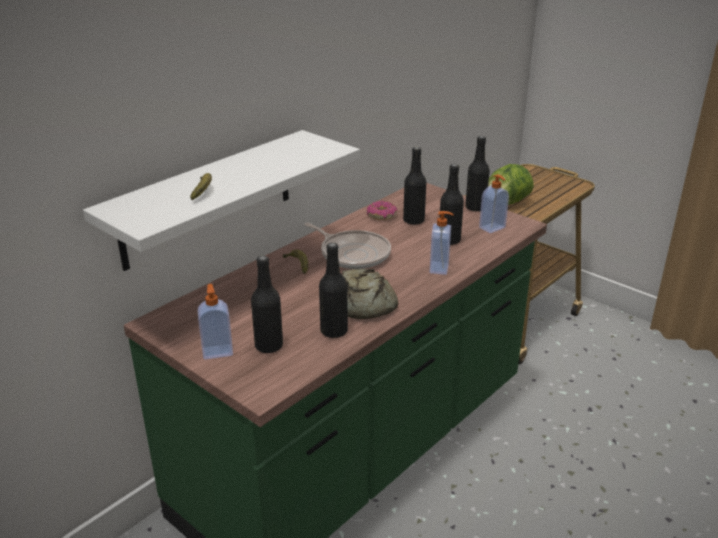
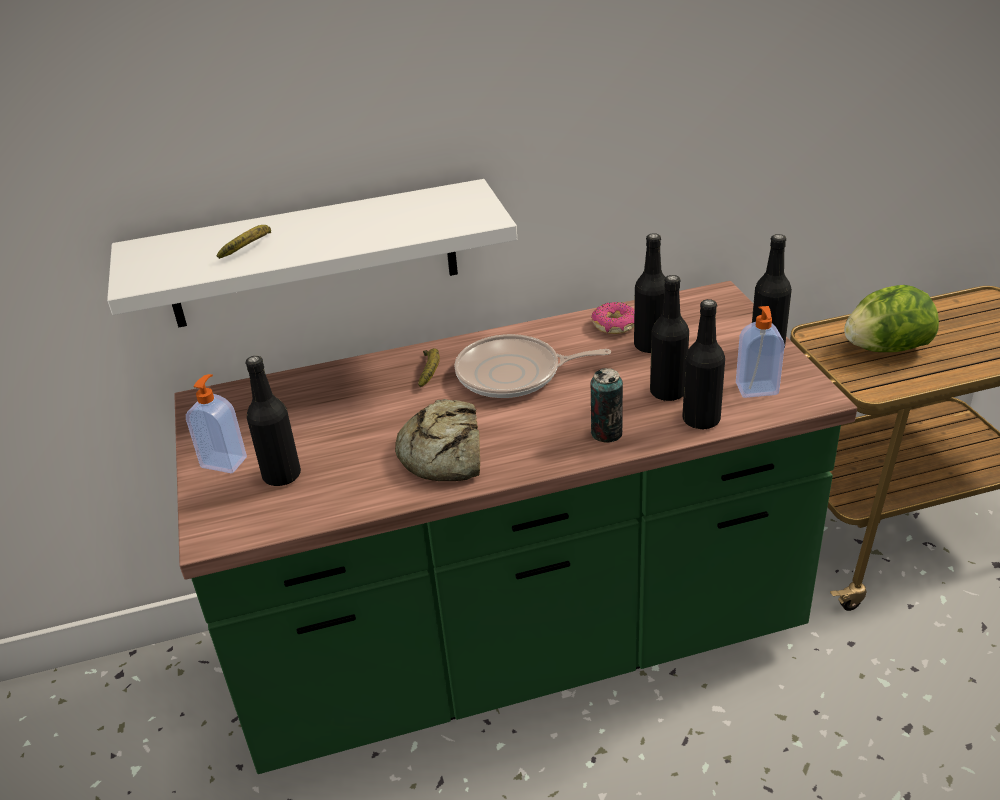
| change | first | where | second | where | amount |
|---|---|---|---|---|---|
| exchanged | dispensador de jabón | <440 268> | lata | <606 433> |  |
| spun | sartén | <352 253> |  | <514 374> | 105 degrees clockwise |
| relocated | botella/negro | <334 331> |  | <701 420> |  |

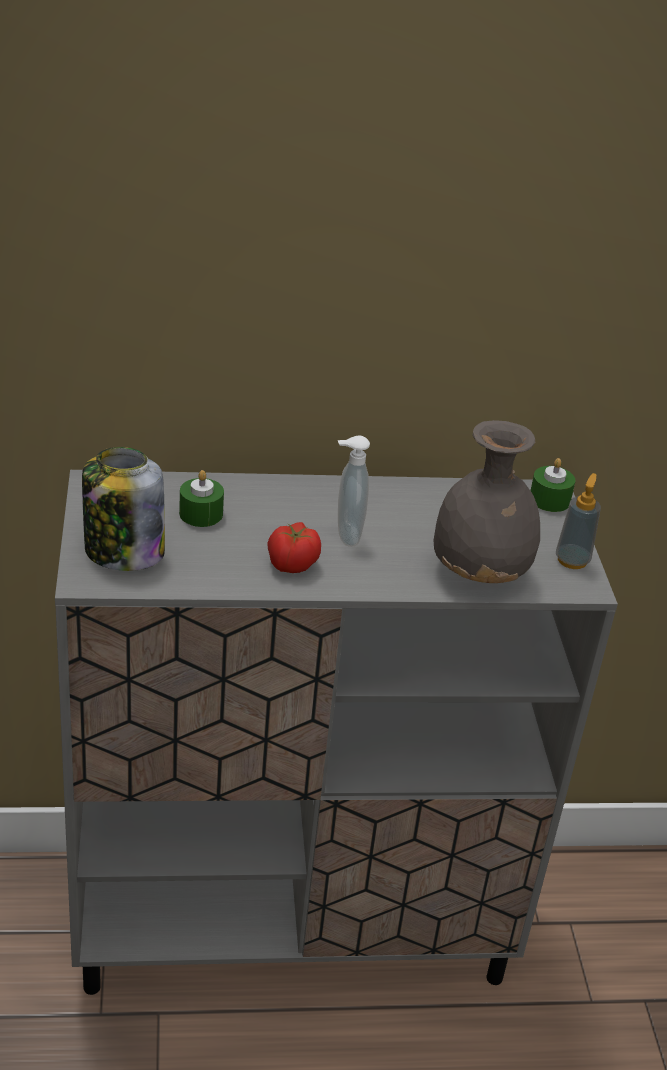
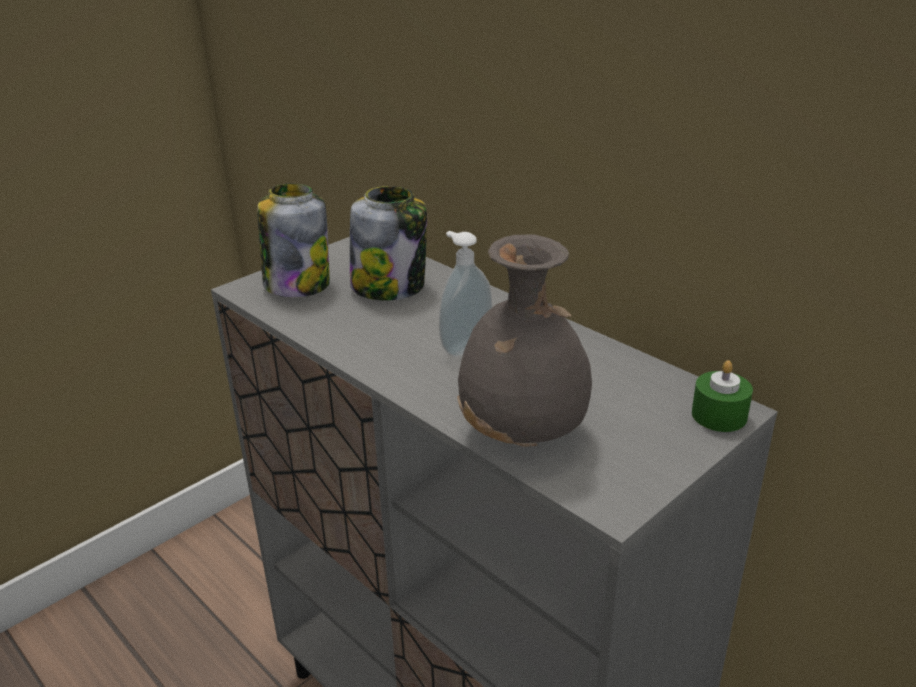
| change | first | where | second | where | amount |
|---|---|---|---|---|---|
| exchanged | vela/verde | <201 514> | tarro | <390 286> |  |
| missing | dispensador de jabón | <572 560> |  |  |  |
| missing | tomate | <292 565> |  |  |  |

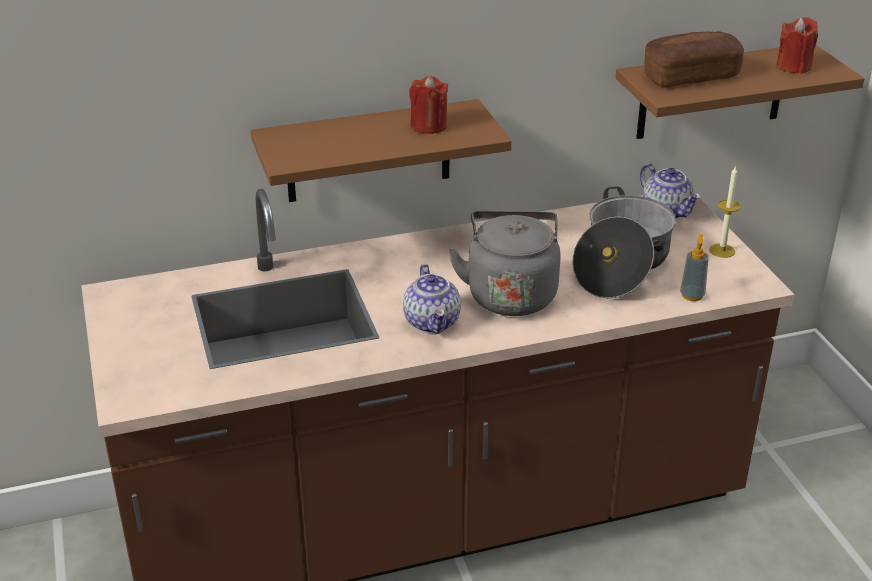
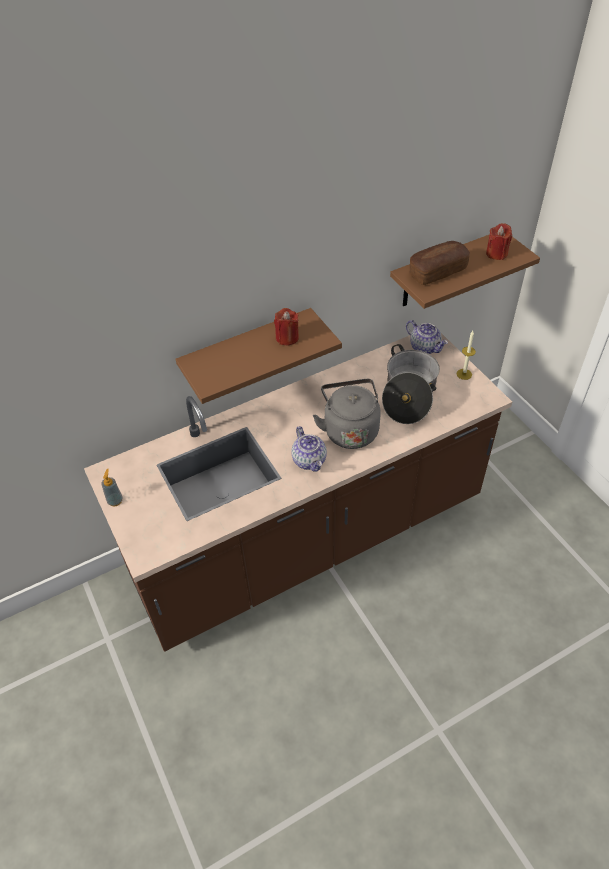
| change | first | where | second | where | amount |
|---|---|---|---|---|---|
| relocated | dispensador de jabón | <692 295> |  | <115 501> |  |

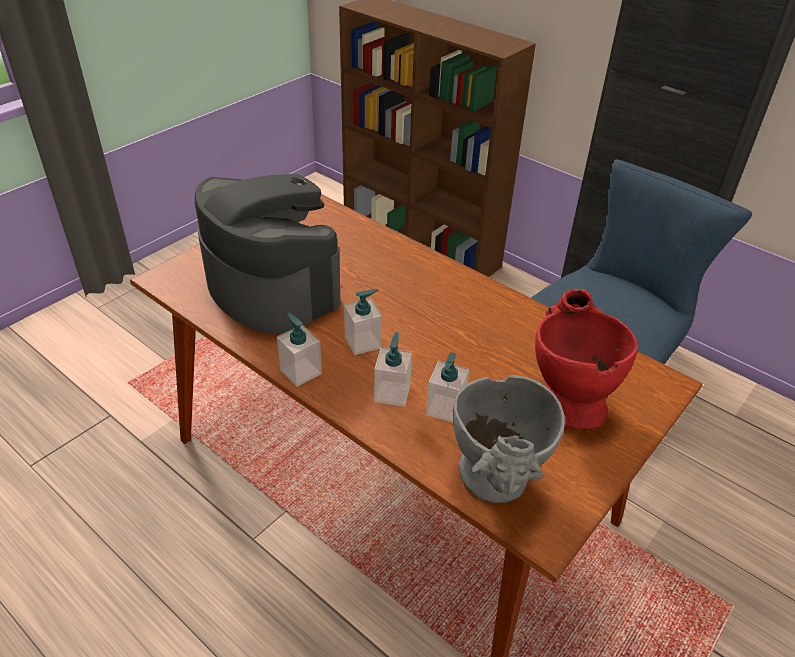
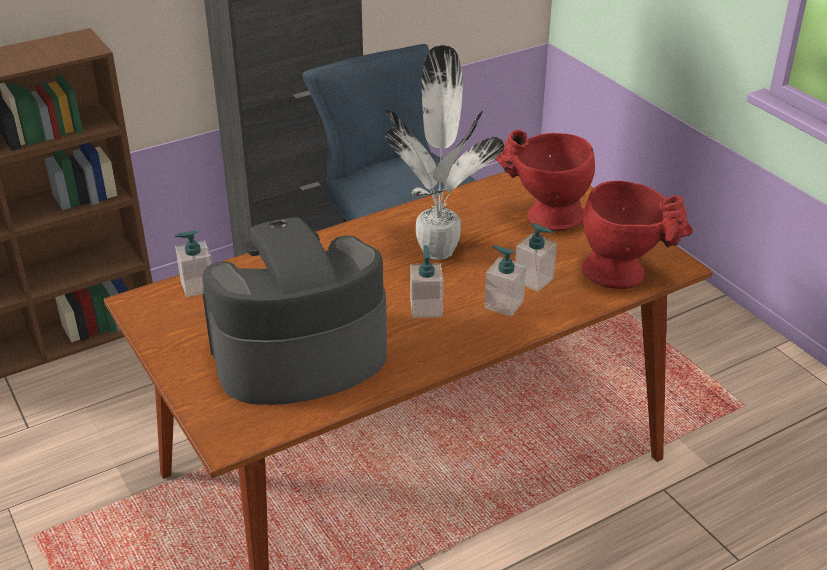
| change | first | where | second | where | amount |
|---|---|---|---|---|---|
| relocated | dispensador de jabón | <300 371> |  | <197 286> |  |
| colour | florero/gris | <497 485> | florero/rojo | <625 274> |  |
| appeared |  |  | planta en maceta | <438 249> |  |

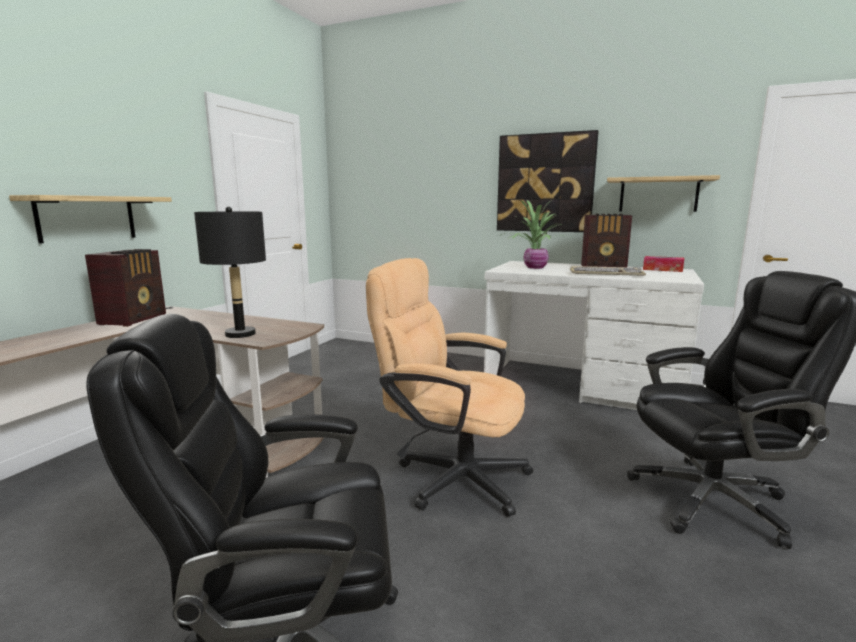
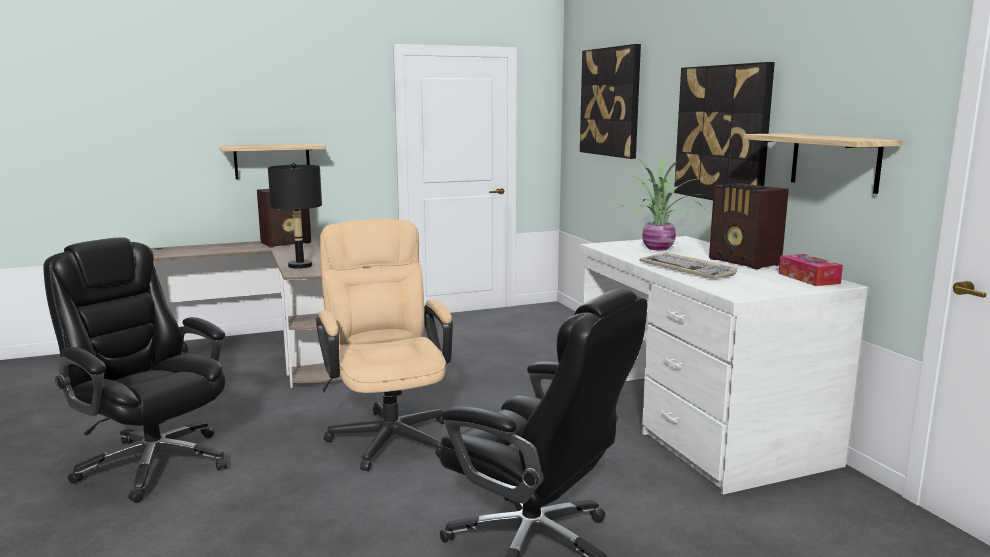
| change | first | where | second | where | amount |
|---|---|---|---|---|---|
| appeared |  |  | cuadro | <610 102> |  |

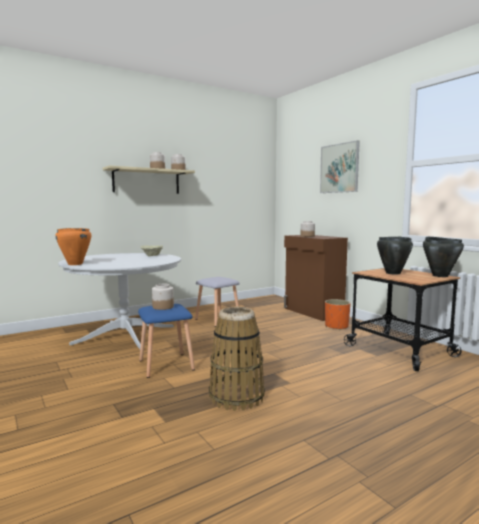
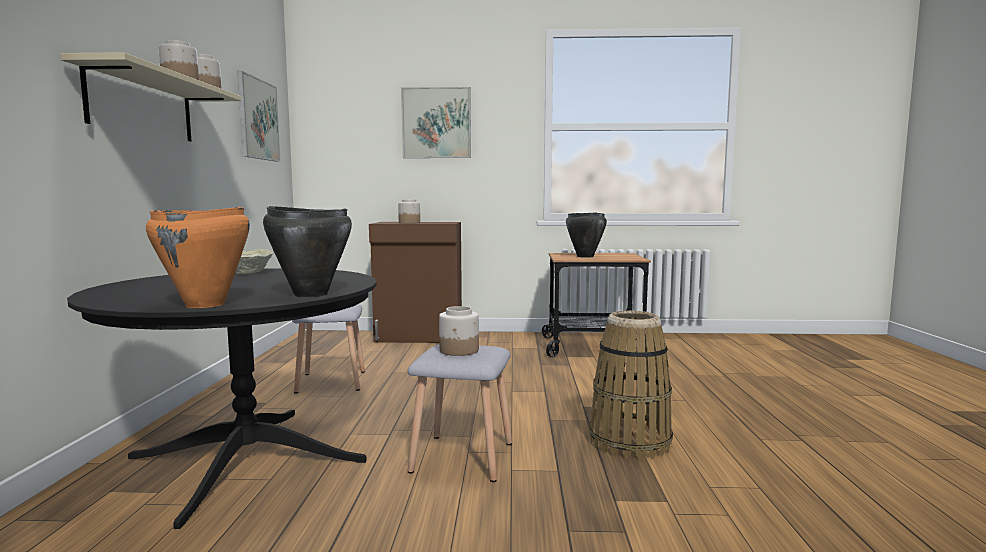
| change | first | where | second | where | amount |
|---|---|---|---|---|---|
| relocated | olla/negro | <440 275> |  | <310 294> |  |
| colour | mesa de comedor/blanco | <125 335> | mesa de comedor/negro | <248 459> |  |
| missing | maceta/naranja | <337 326> |  |  |  |
| colour | taburete/azul | <165 365> | taburete/gris | <463 458> |  |
| appeared |  |  | cuadro | <258 119> |  |

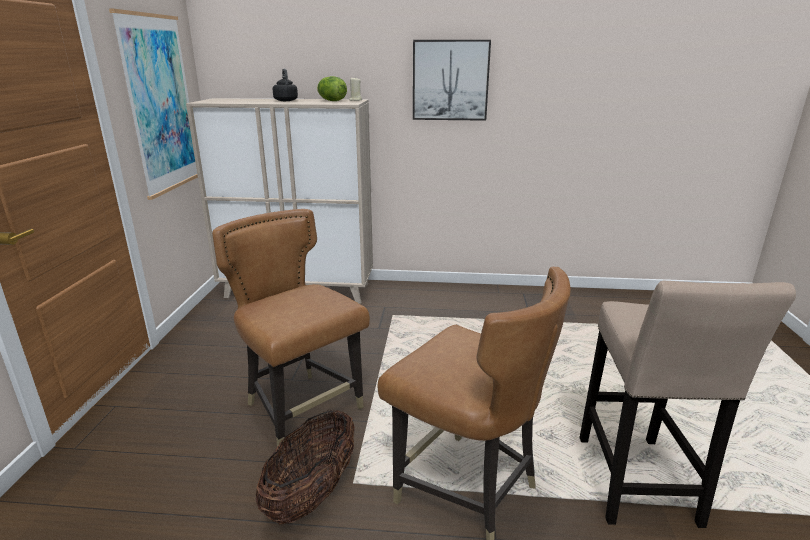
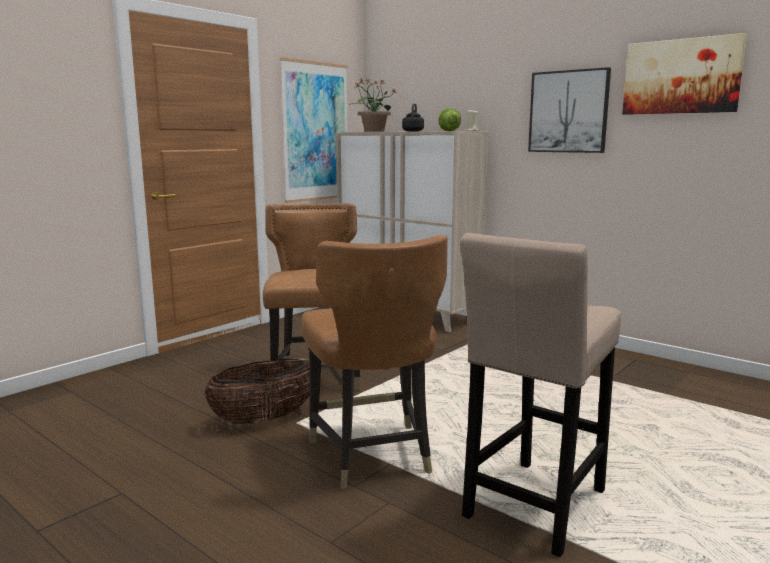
| change | first | where | second | where | amount |
|---|---|---|---|---|---|
| appeared |  |  | cuadro | <681 76> |  |
| appeared |  |  | planta en maceta | <373 131> |  |

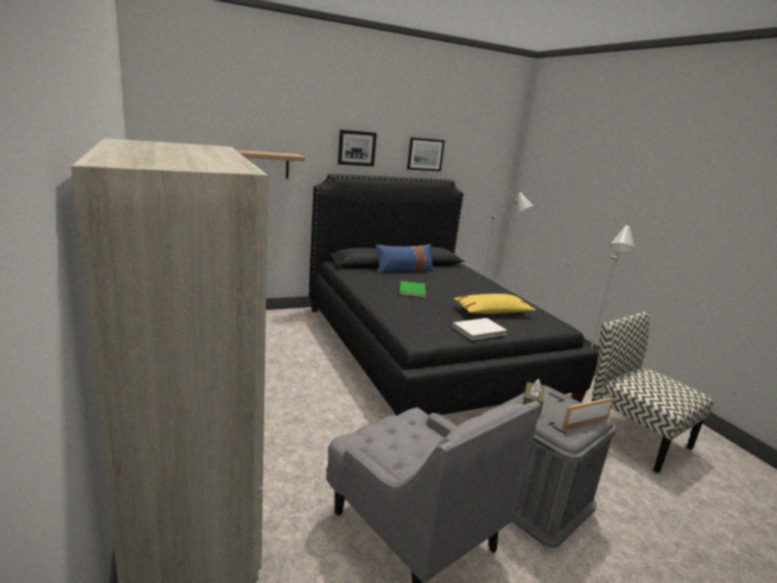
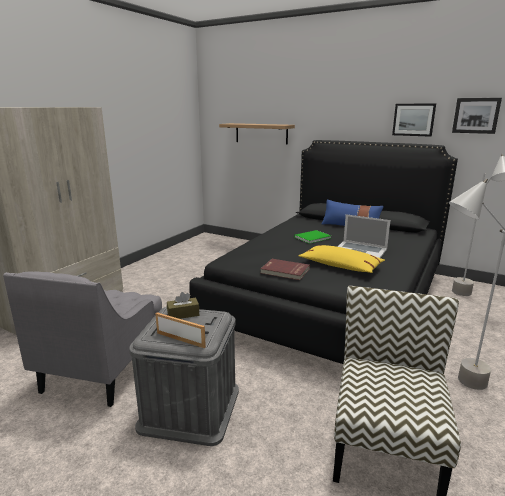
| change | first | where | second | where | amount |
|---|---|---|---|---|---|
| relocated | cuadro | <356 148> |  | <476 115> |  |
| colour | libro/blanco | <479 331> | libro/rojo | <285 271> |  |
| appeared |  |  | portátil | <360 250> |  |

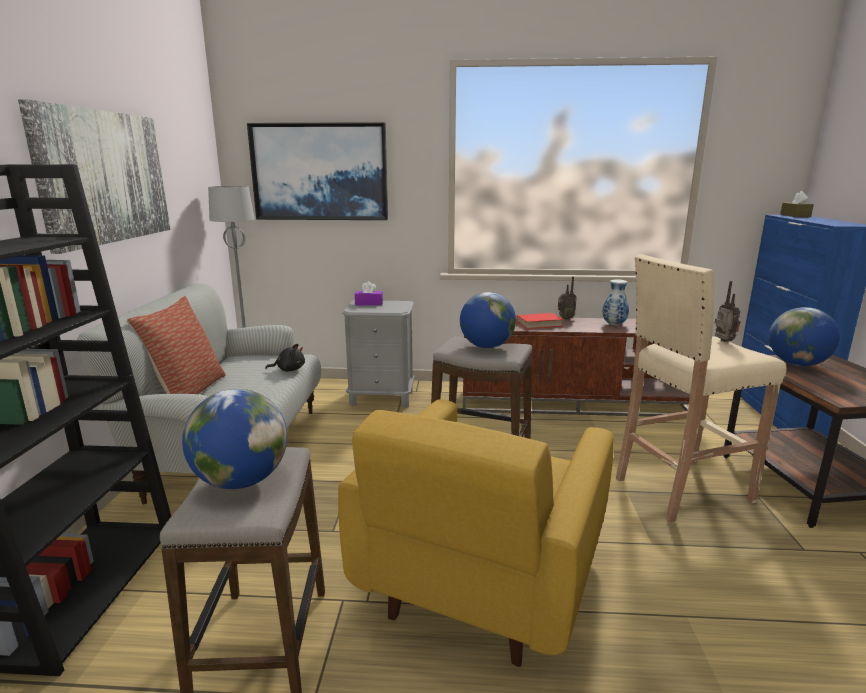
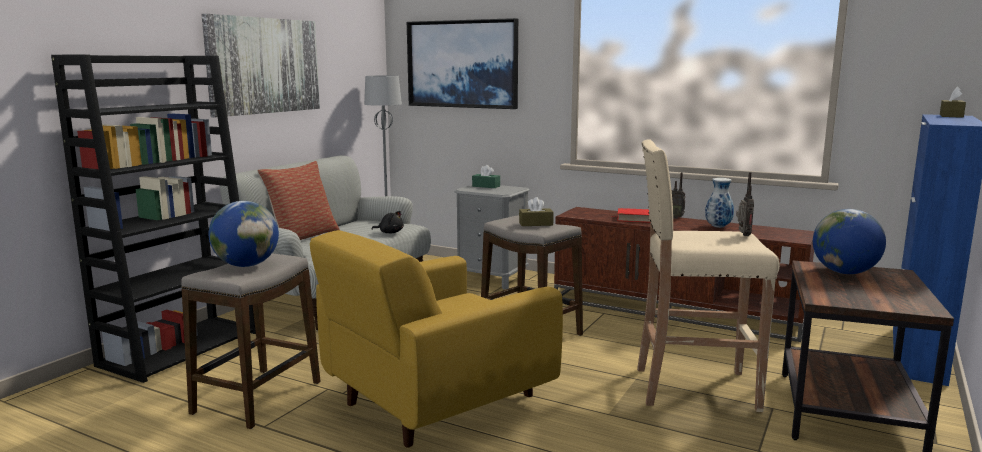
| change | first | where | second | where | amount |
|---|---|---|---|---|---|
| colour | caja de pañuelos/morado | <369 303> | caja de pañuelos/verde | <486 186> |  |
| exchanged | globo terráqueo | <486 346> | caja de pañuelos/marrón | <536 224> |  |

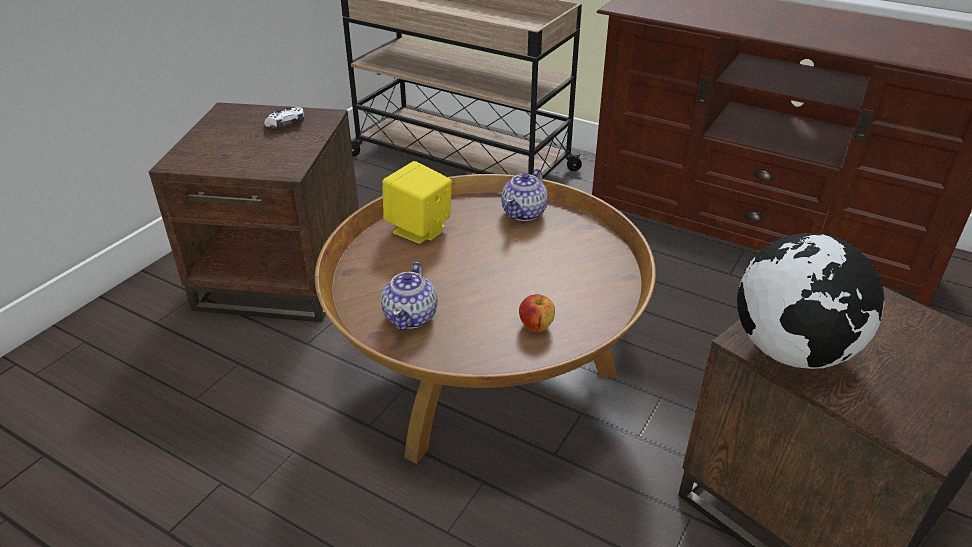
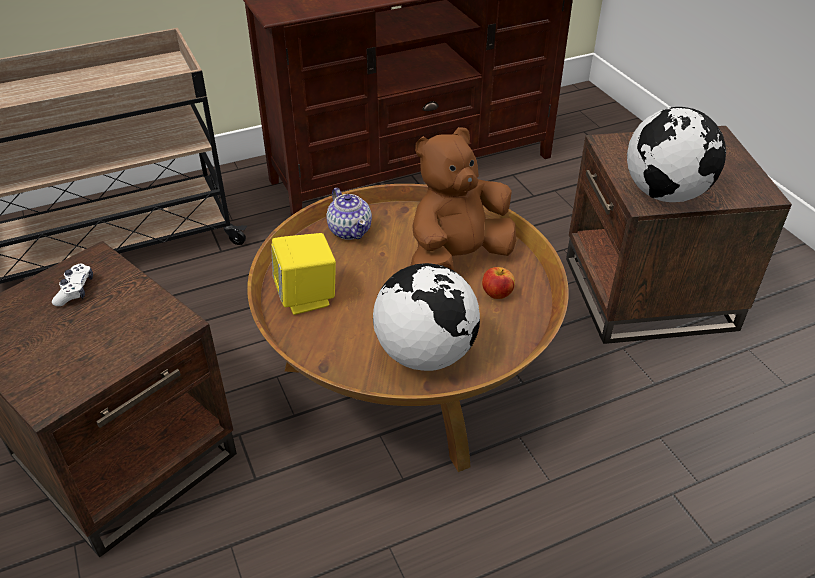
| change | first | where | second | where | amount |
|---|---|---|---|---|---|
| exchanged | tetera | <411 316> | globo terráqueo | <425 354> |  |
| appeared |  |  | peluche/marrón | <457 259> |  |

